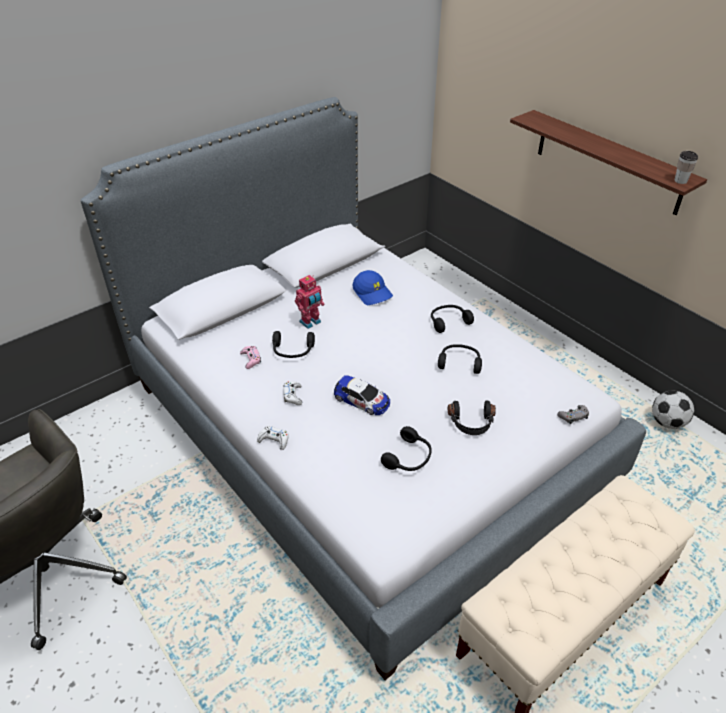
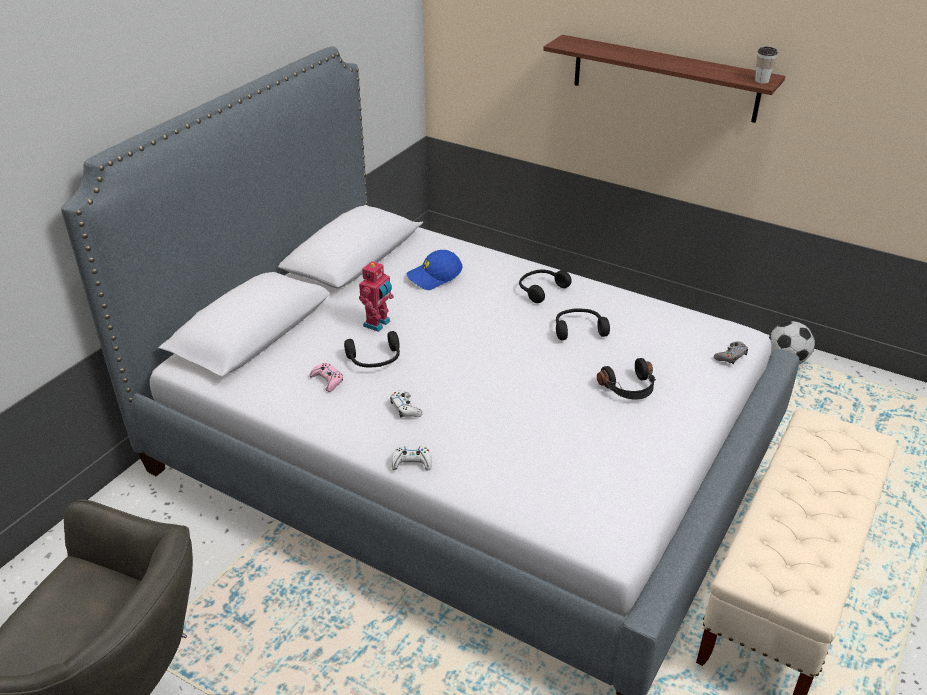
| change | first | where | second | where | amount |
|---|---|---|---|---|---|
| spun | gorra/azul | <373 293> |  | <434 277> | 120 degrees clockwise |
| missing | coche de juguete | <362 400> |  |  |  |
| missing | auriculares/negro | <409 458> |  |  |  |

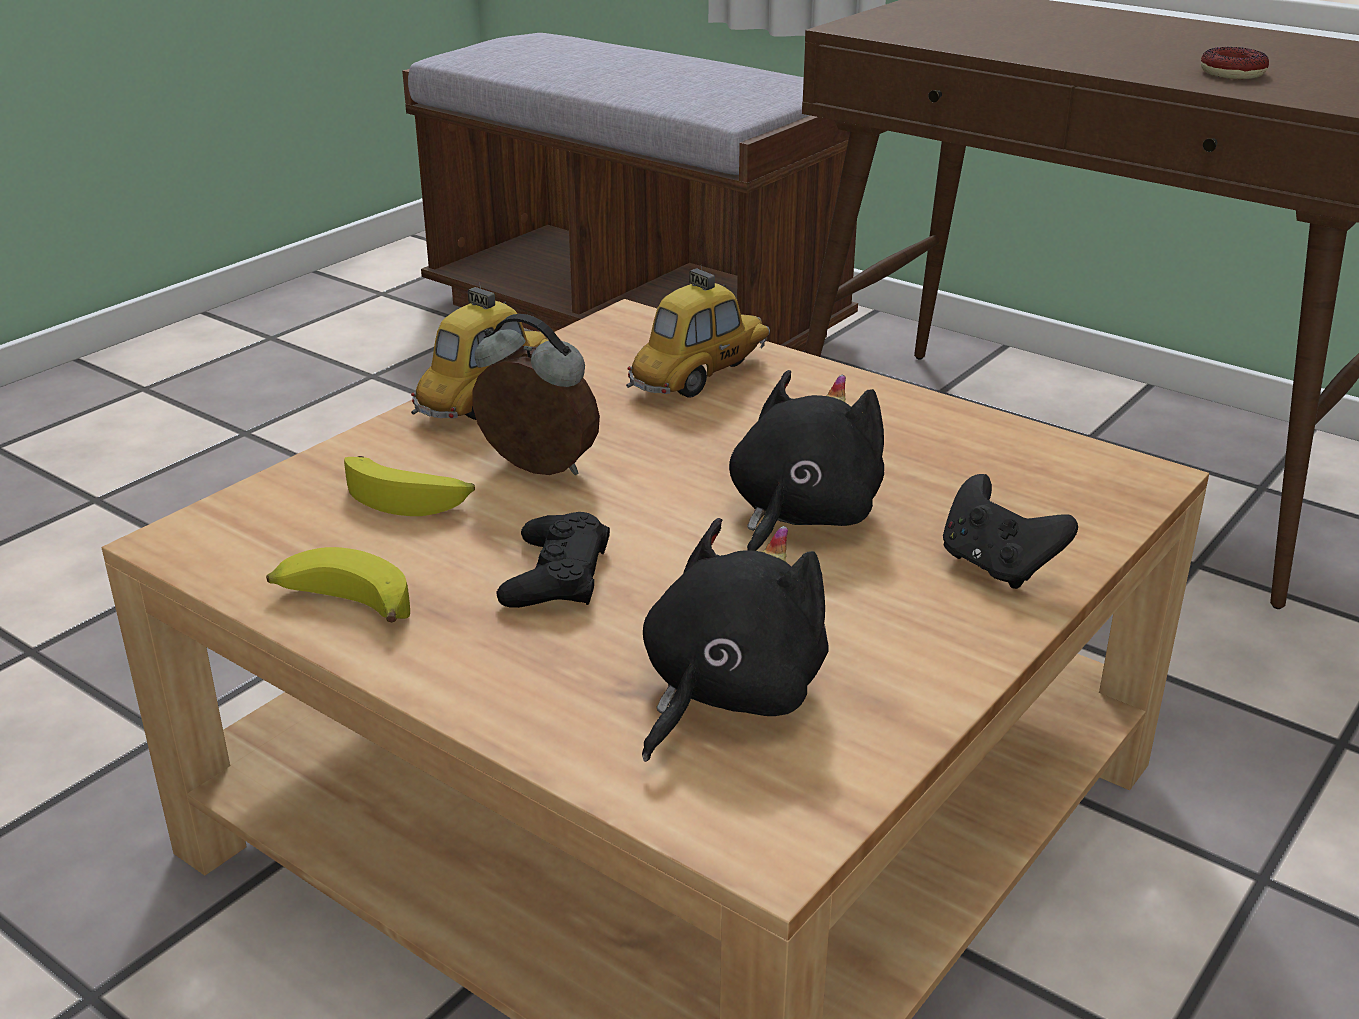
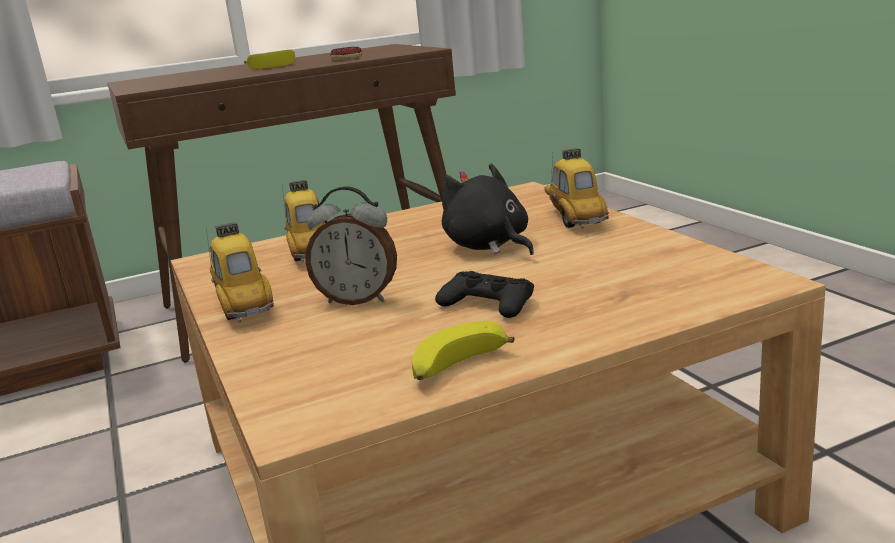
| change | first | where | second | where | amount |
|---|---|---|---|---|---|
| spun | despertador | <536 470> |  | <358 299> | 135 degrees counterclockwise |
| relocated | plátano | <409 498> |  | <274 66> |  |
| exchanged | mando de consola/negro | <997 566> | coche de juguete | <574 218> |  |
| missing | peluche/negro | <726 694> |  |  |  |

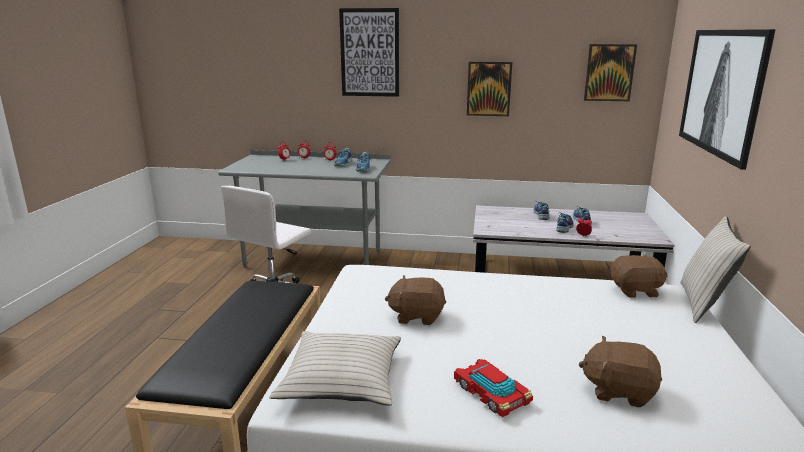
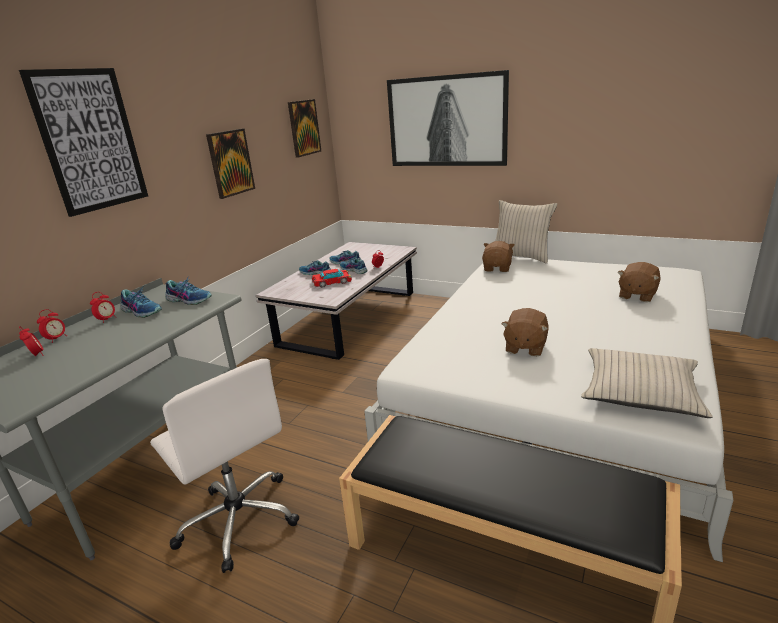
| change | first | where | second | where | amount |
|---|---|---|---|---|---|
| relocated | coche de juguete | <491 393> |  | <332 282> |  |

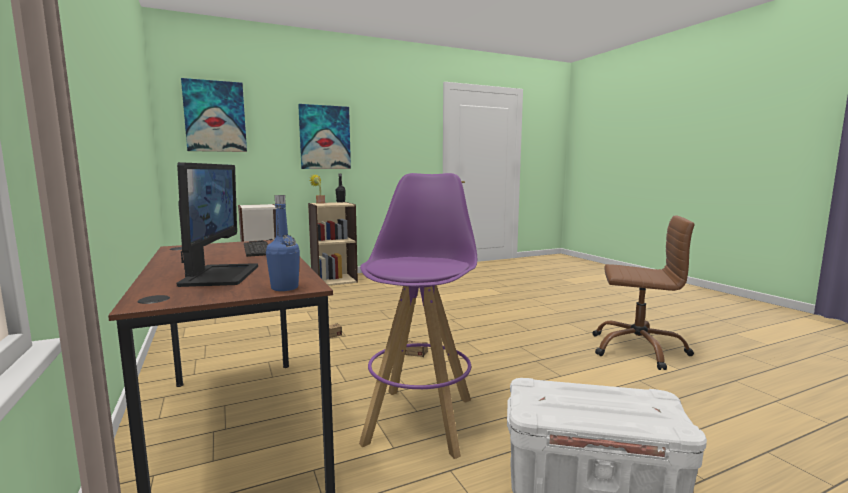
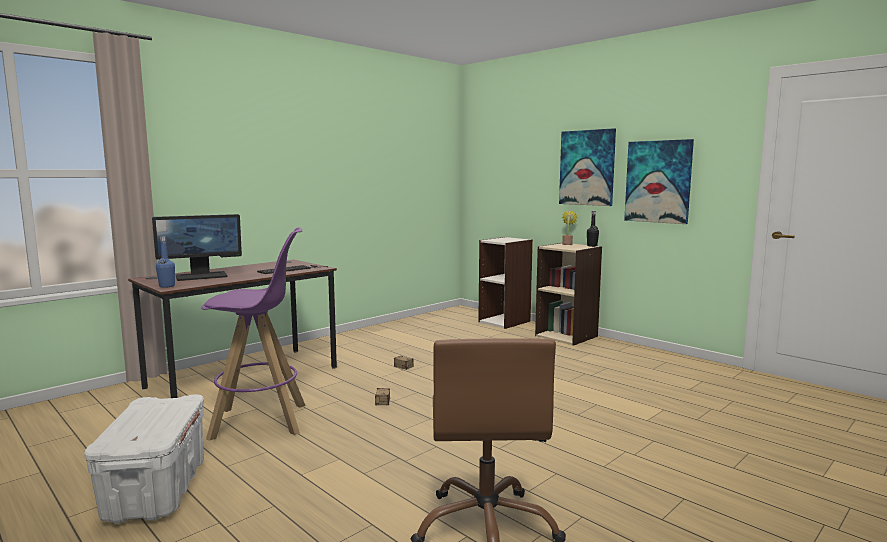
| change | first | where | second | where | amount |
|---|---|---|---|---|---|
| relocated | cuadro | <215 116> |  | <658 181> |  |

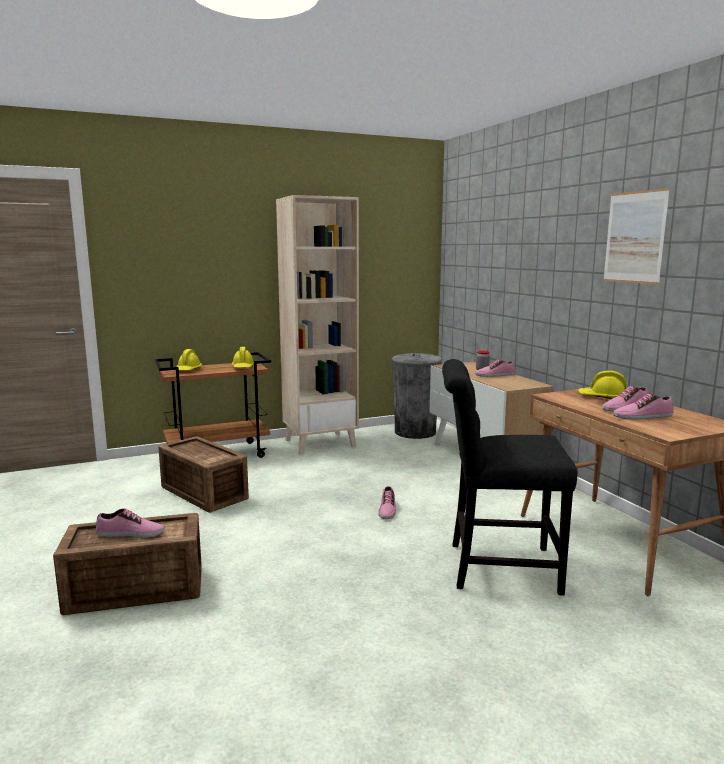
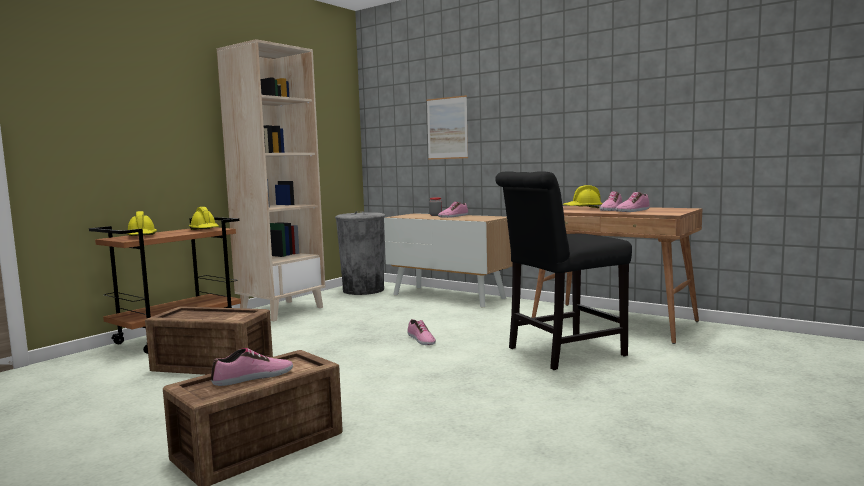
| change | first | where | second | where | amount |
|---|---|---|---|---|---|
| relocated | cuadro | <634 237> |  | <447 128> |  |

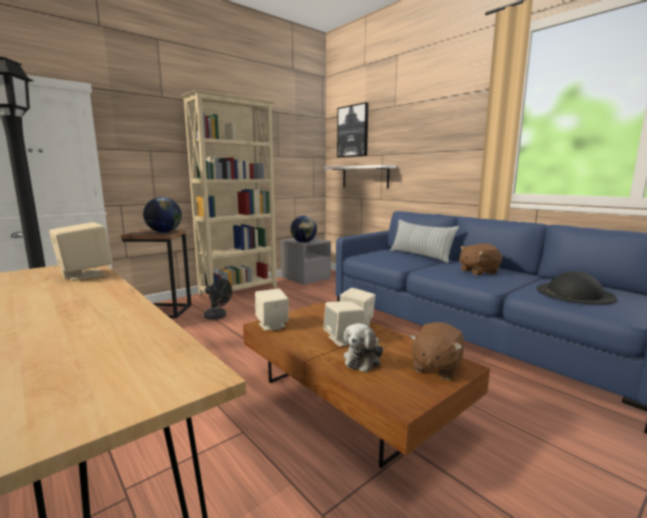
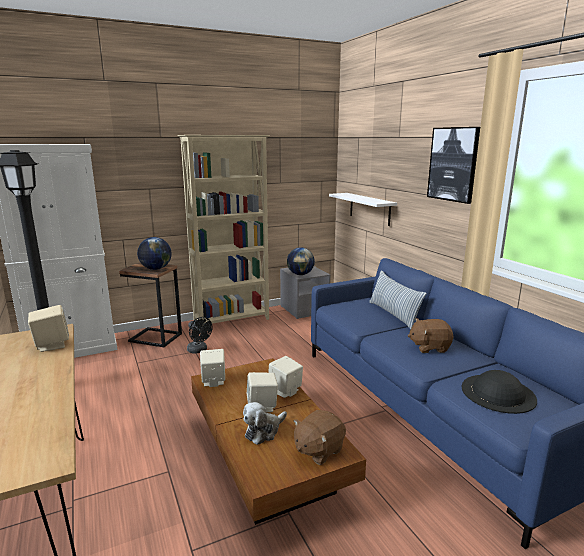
| change | first | where | second | where | amount |
|---|---|---|---|---|---|
| relocated | cuadro | <353 131> |  | <453 164> |  |

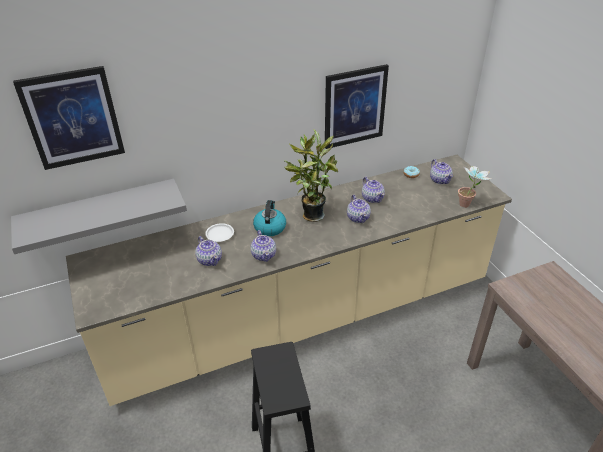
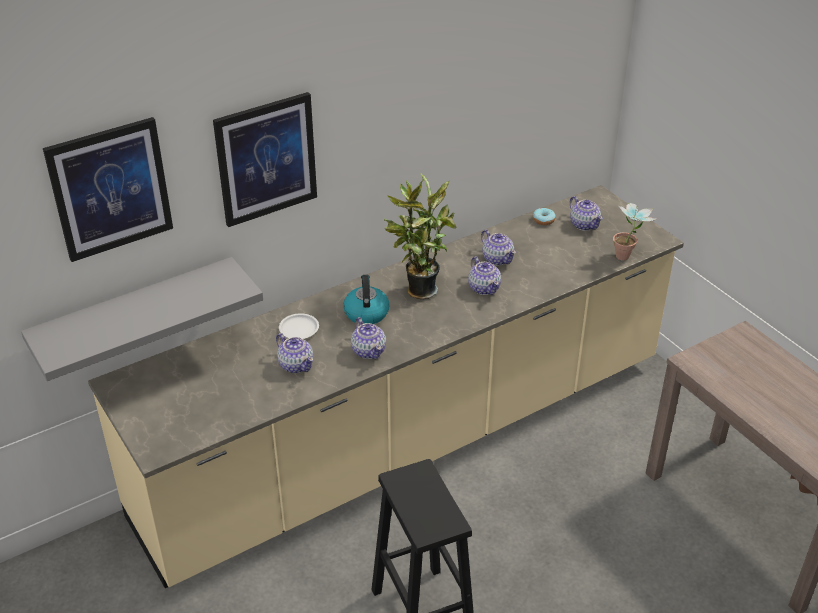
| change | first | where | second | where | amount |
|---|---|---|---|---|---|
| relocated | cuadro | <354 106> |  | <266 159> |  |

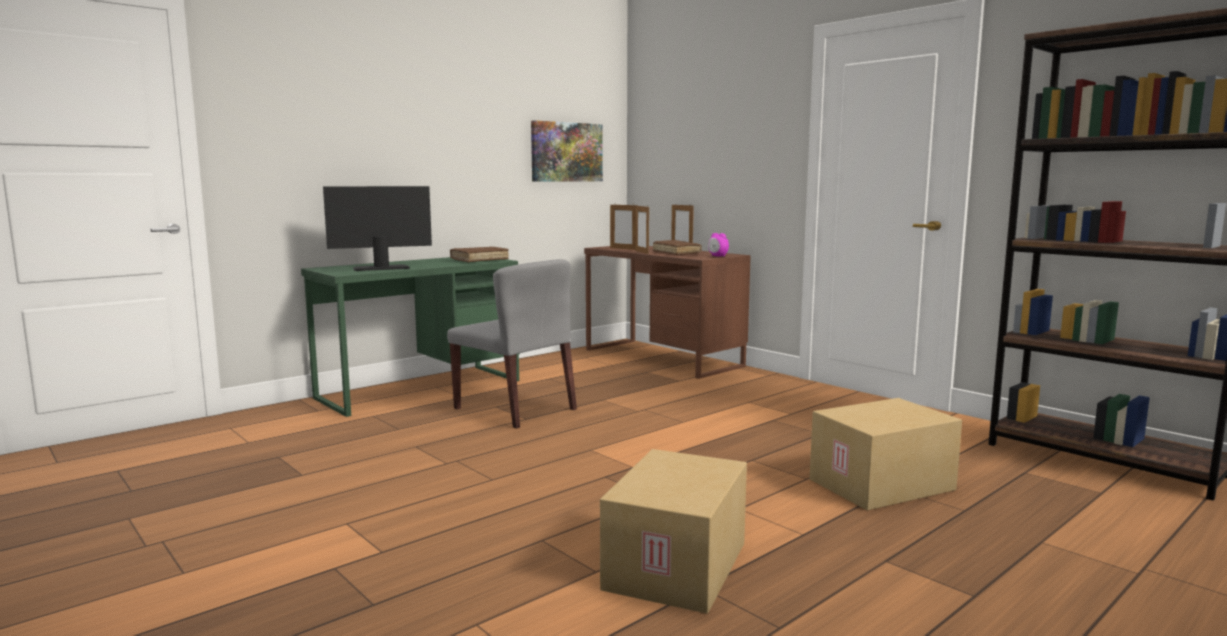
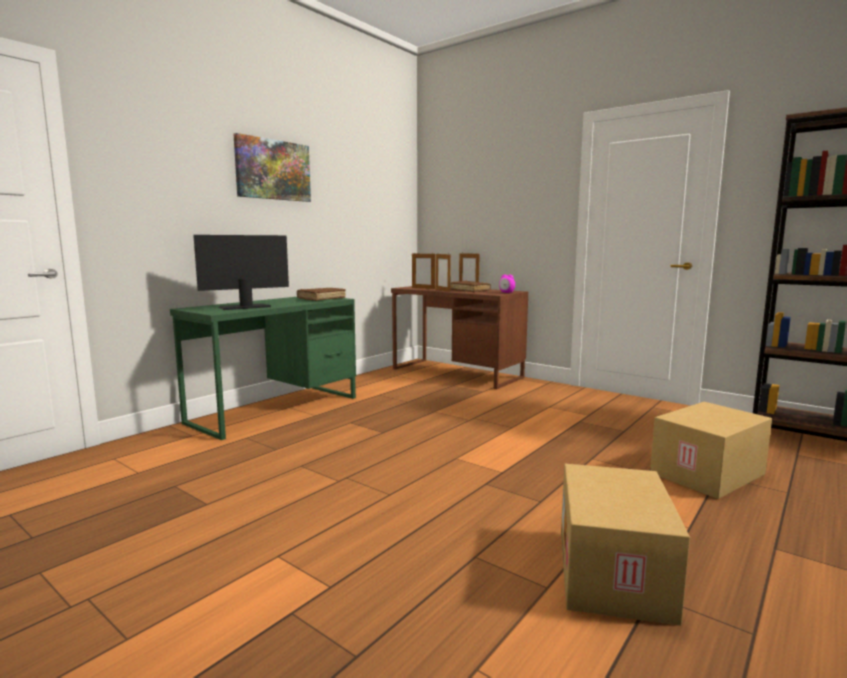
| change | first | where | second | where | amount |
|---|---|---|---|---|---|
| relocated | cuadro | <566 152> |  | <273 170> |  |
| missing | silla/gris | <515 409> |  |  |  |

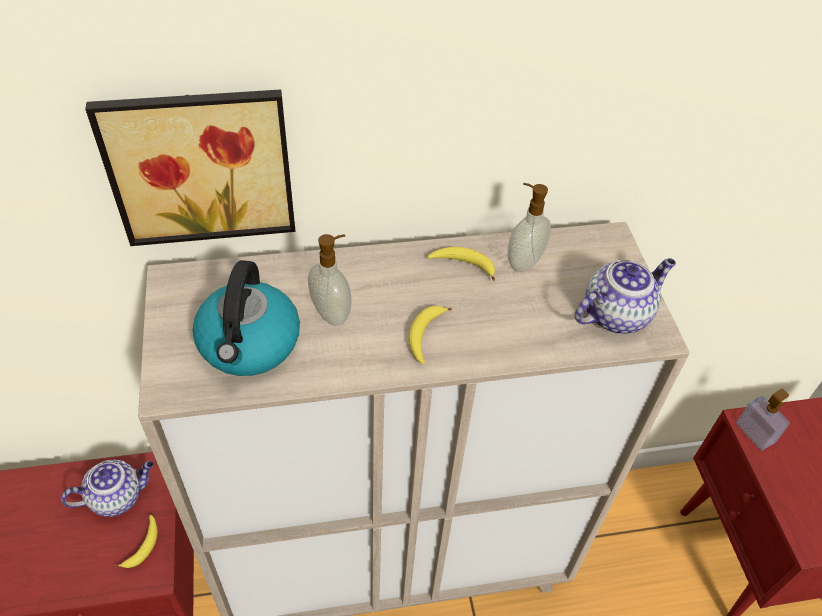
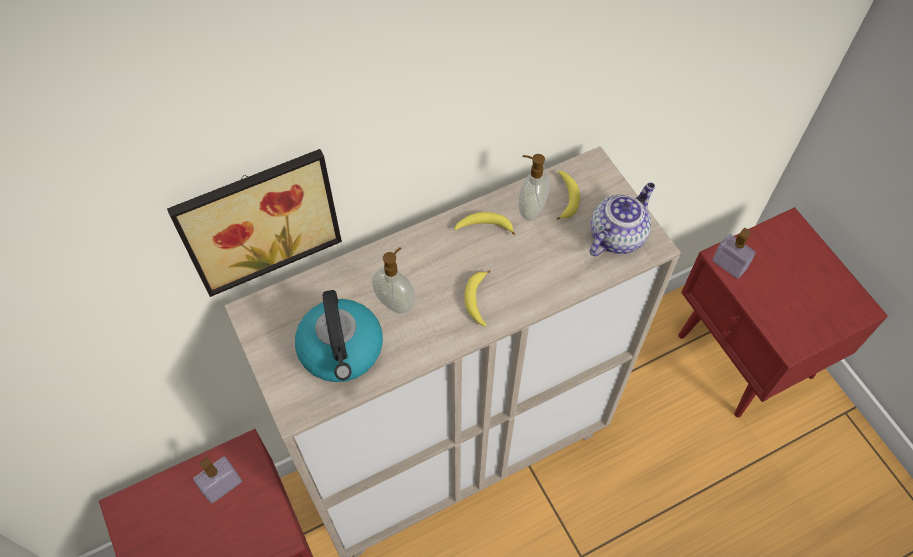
| change | first | where | second | where | amount |
|---|---|---|---|---|---|
| exchanged | tetera | <117 496> | dispensador de jabón | <222 485> |  |
| relocated | plátano | <143 545> |  | <566 198> |  |

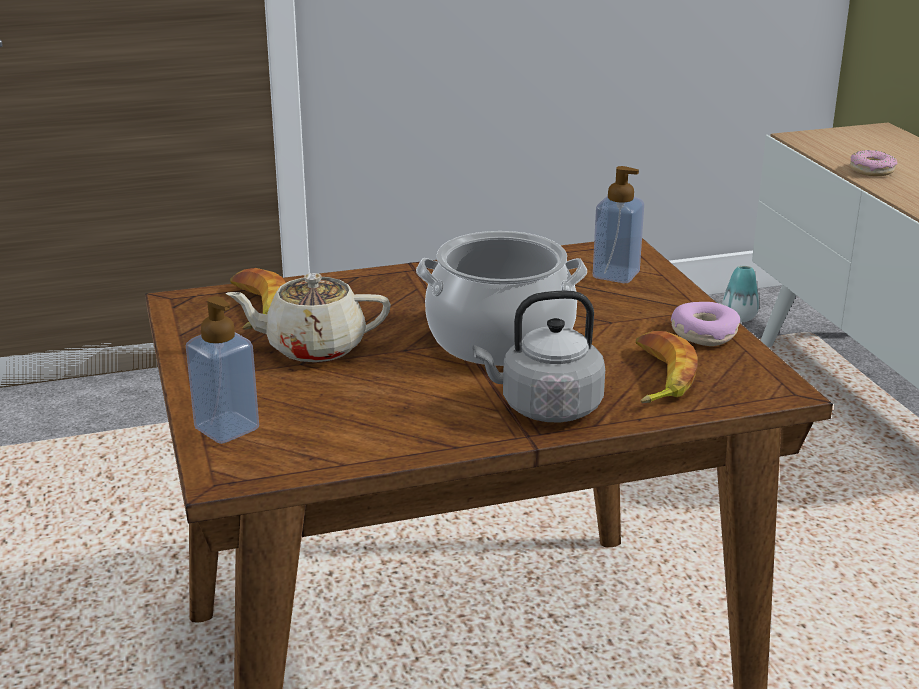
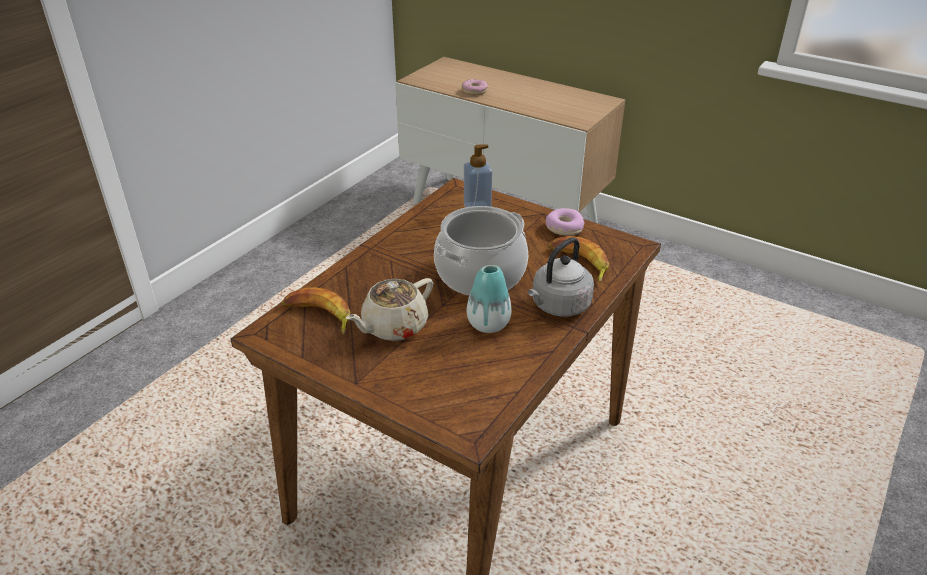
| change | first | where | second | where | amount |
|---|---|---|---|---|---|
| relocated | florero | <739 317> |  | <488 324> |  |
| missing | dispensador de jabón | <227 428> |  |  |  |

